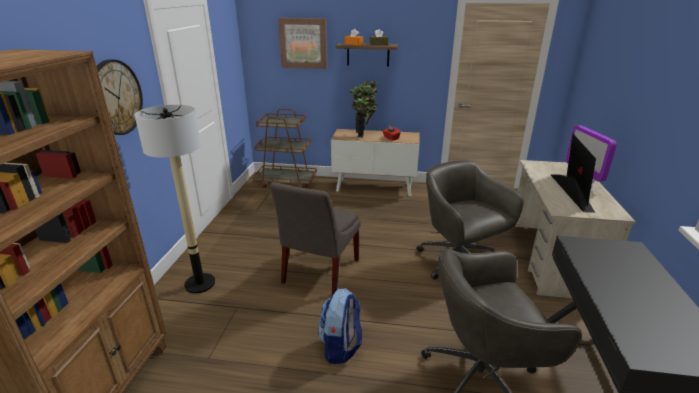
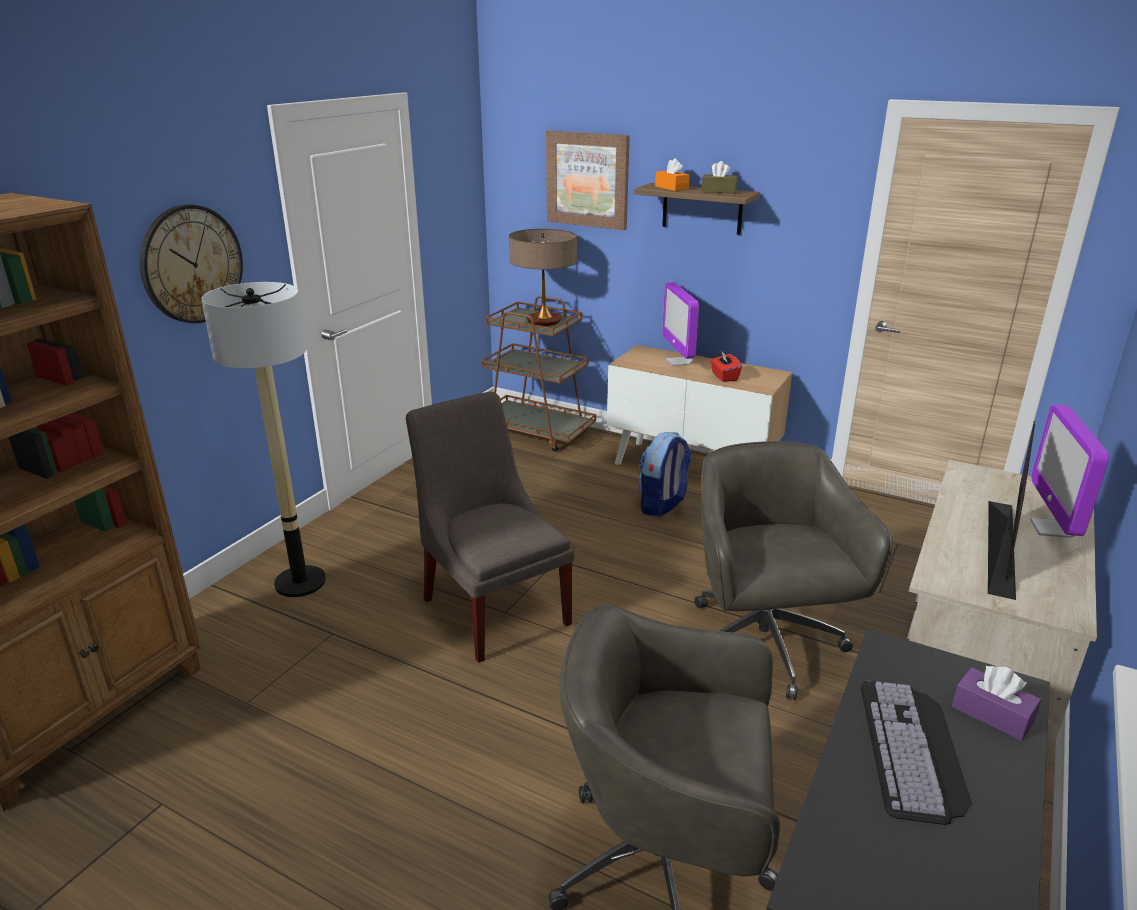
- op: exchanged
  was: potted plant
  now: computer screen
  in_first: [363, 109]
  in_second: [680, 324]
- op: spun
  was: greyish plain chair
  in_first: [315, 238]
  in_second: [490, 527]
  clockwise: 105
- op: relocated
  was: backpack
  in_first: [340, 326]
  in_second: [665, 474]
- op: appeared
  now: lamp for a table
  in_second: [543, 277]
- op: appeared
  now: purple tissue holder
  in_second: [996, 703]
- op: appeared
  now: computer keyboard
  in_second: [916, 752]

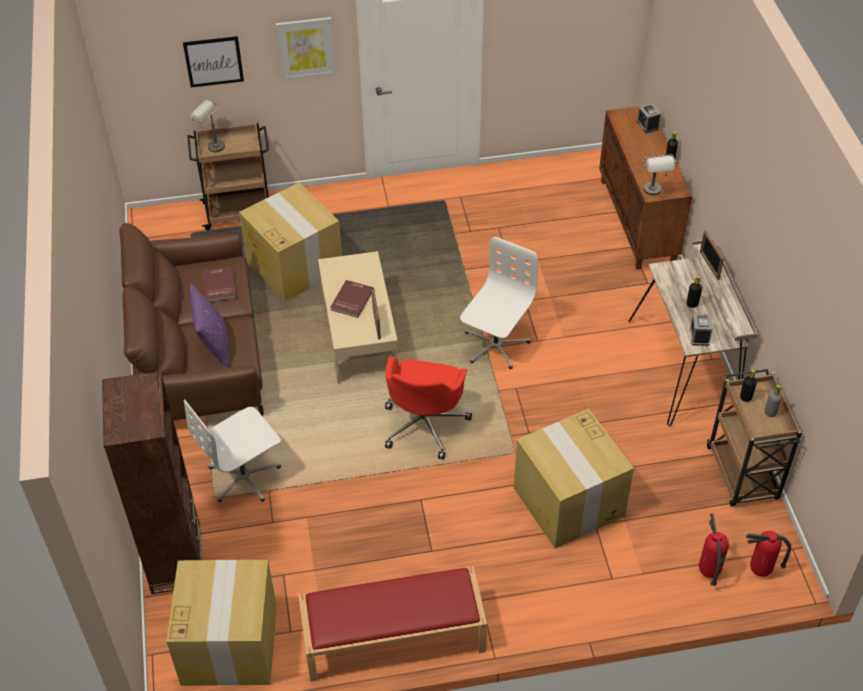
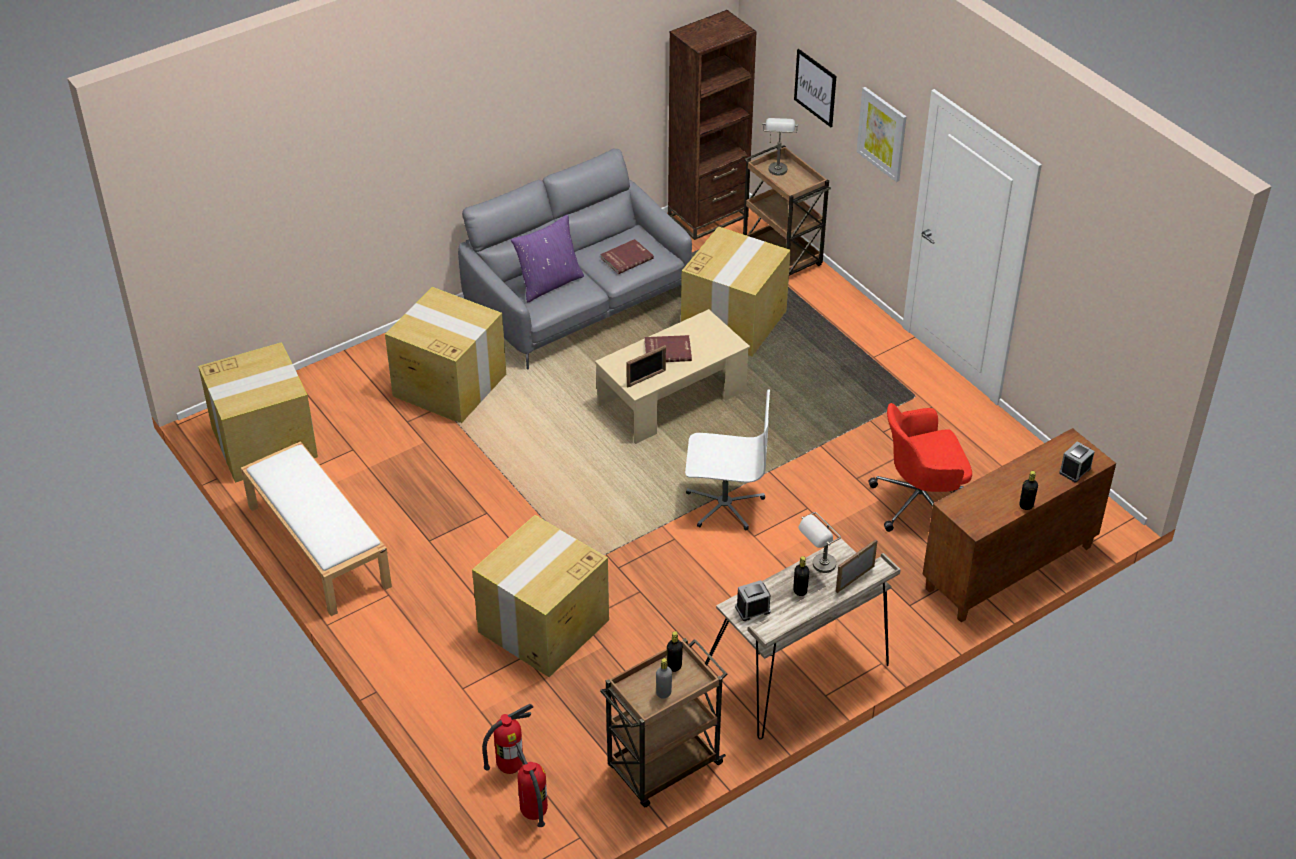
- op: relocated
  was: greyish lamp for a table
  in_first: [659, 174]
  in_second: [819, 542]
- op: colour
  was: brown sofa
  now: greyish sofa
  in_first: [192, 321]
  in_second: [575, 259]
- op: relocated
  was: reddish desk chair
  in_first: [428, 408]
  in_second: [920, 467]
- op: relocated
  was: brown shelving unit
  in_first: [152, 482]
  in_second: [712, 125]
- op: exchanged
  was: white desk chair
  now: cardboard box
  in_first: [232, 451]
  in_second: [445, 355]
- op: colour
  was: reddish indoor bench
  now: white indoor bench
  in_first: [392, 624]
  in_second: [316, 528]

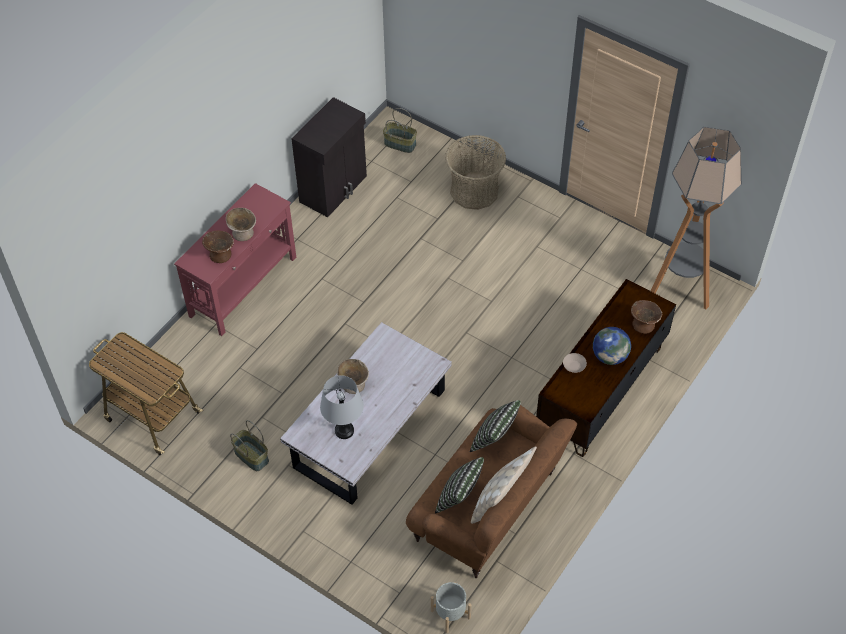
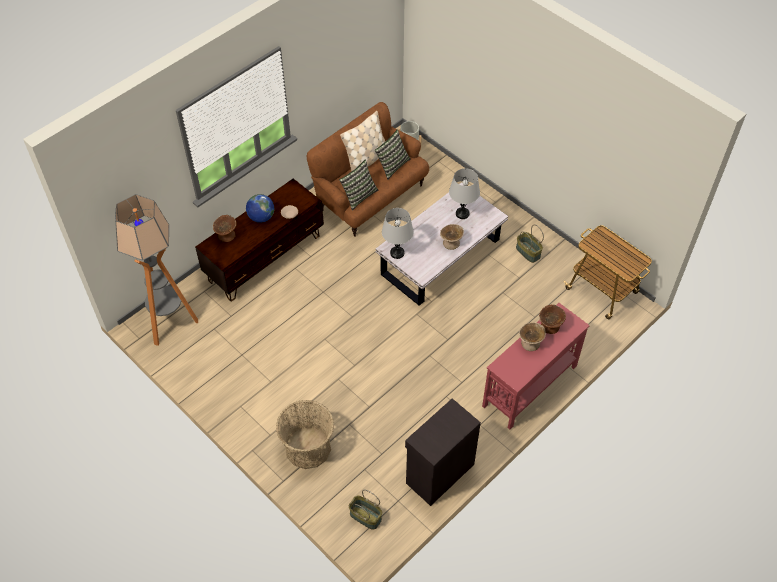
- op: appeared
  now: greyish lamp for a table
  in_second: [398, 233]

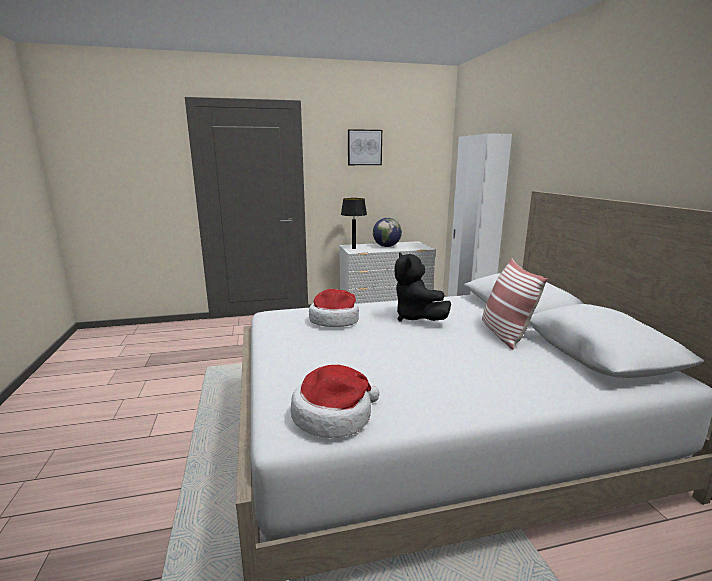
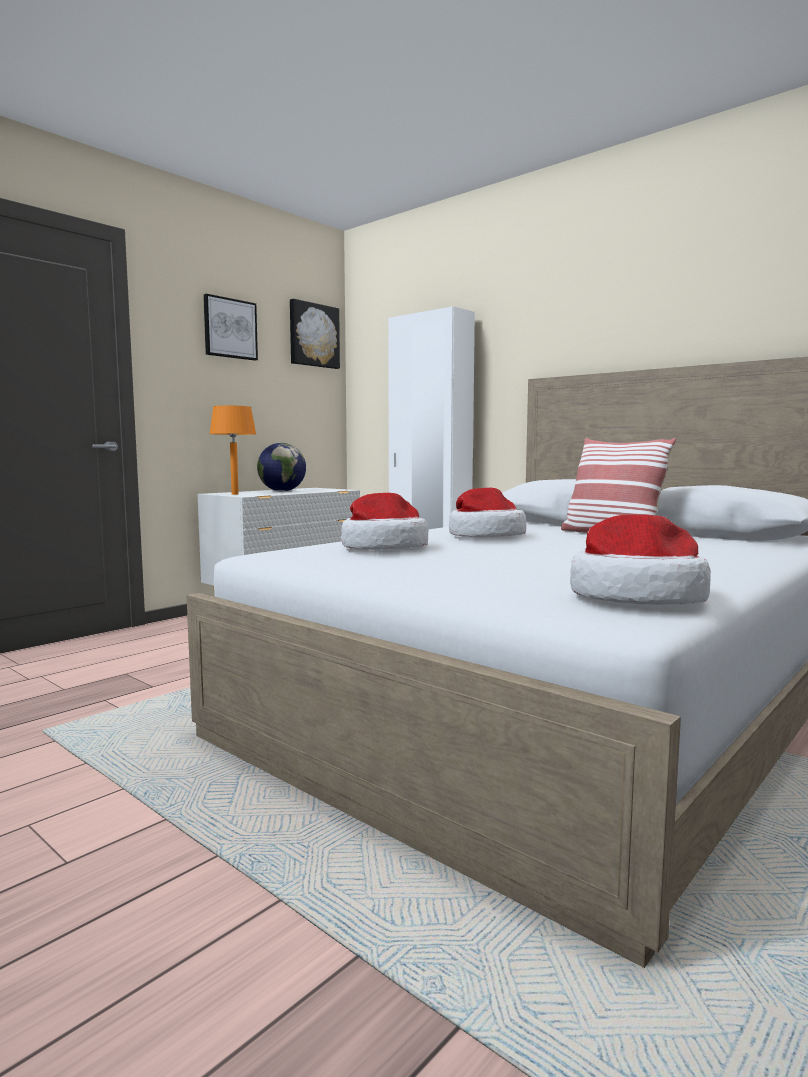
- op: colour
  was: blackish lamp for a table
  now: orange-coloured lamp for a table
  in_first: [354, 223]
  in_second: [232, 450]
- op: exchanged
  was: blackish plush toy
  now: clothing hat
  in_first: [422, 287]
  in_second: [487, 512]
- op: appeared
  now: picture
  in_second: [315, 334]

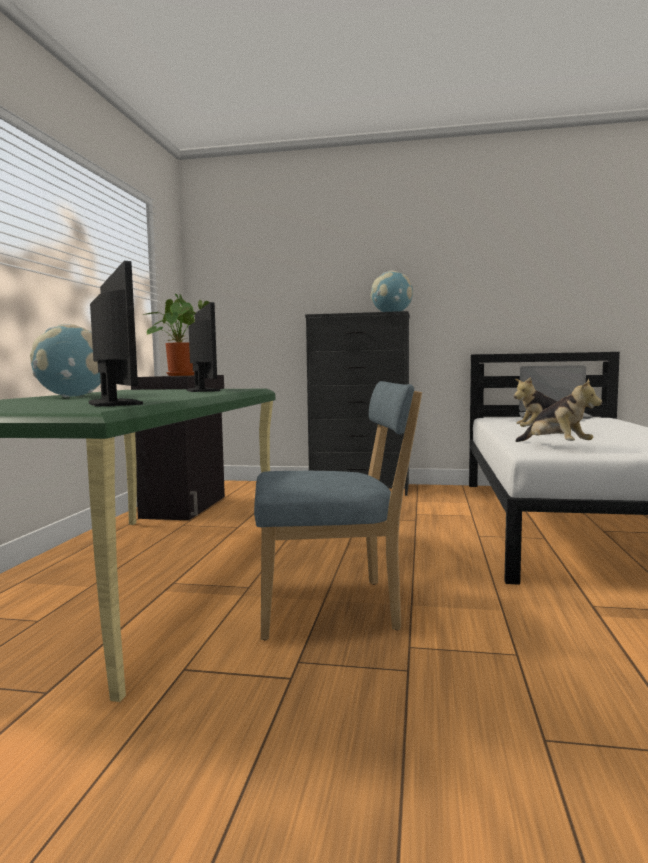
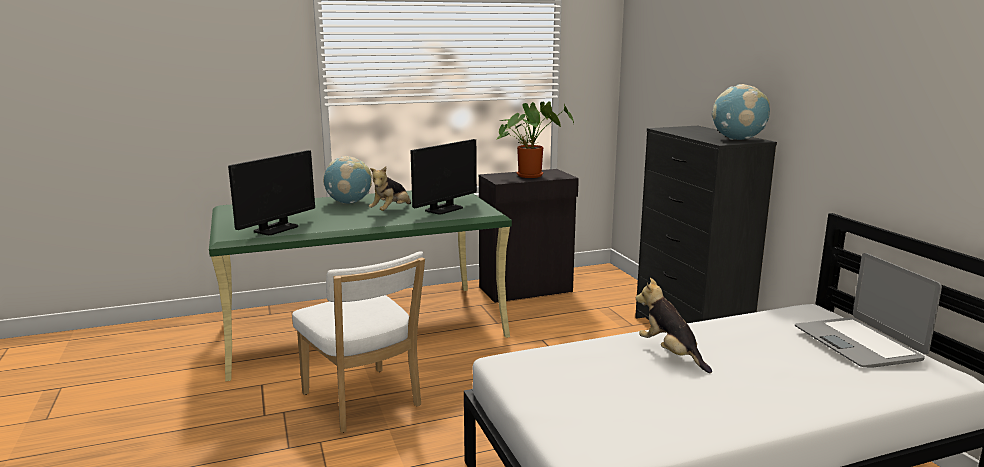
- op: relocated
  was: plush toy
  in_first: [559, 410]
  in_second: [390, 189]
- op: colour
  was: blue-coloured plain chair
  now: white plain chair
  in_first: [338, 510]
  in_second: [358, 342]

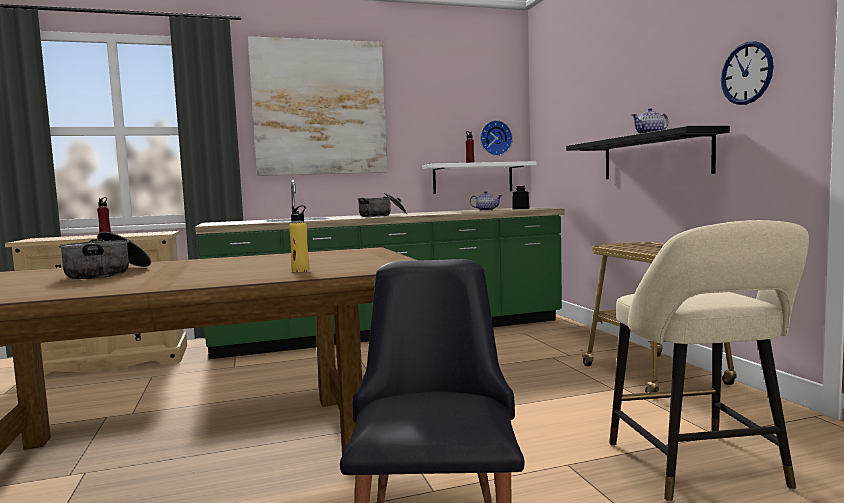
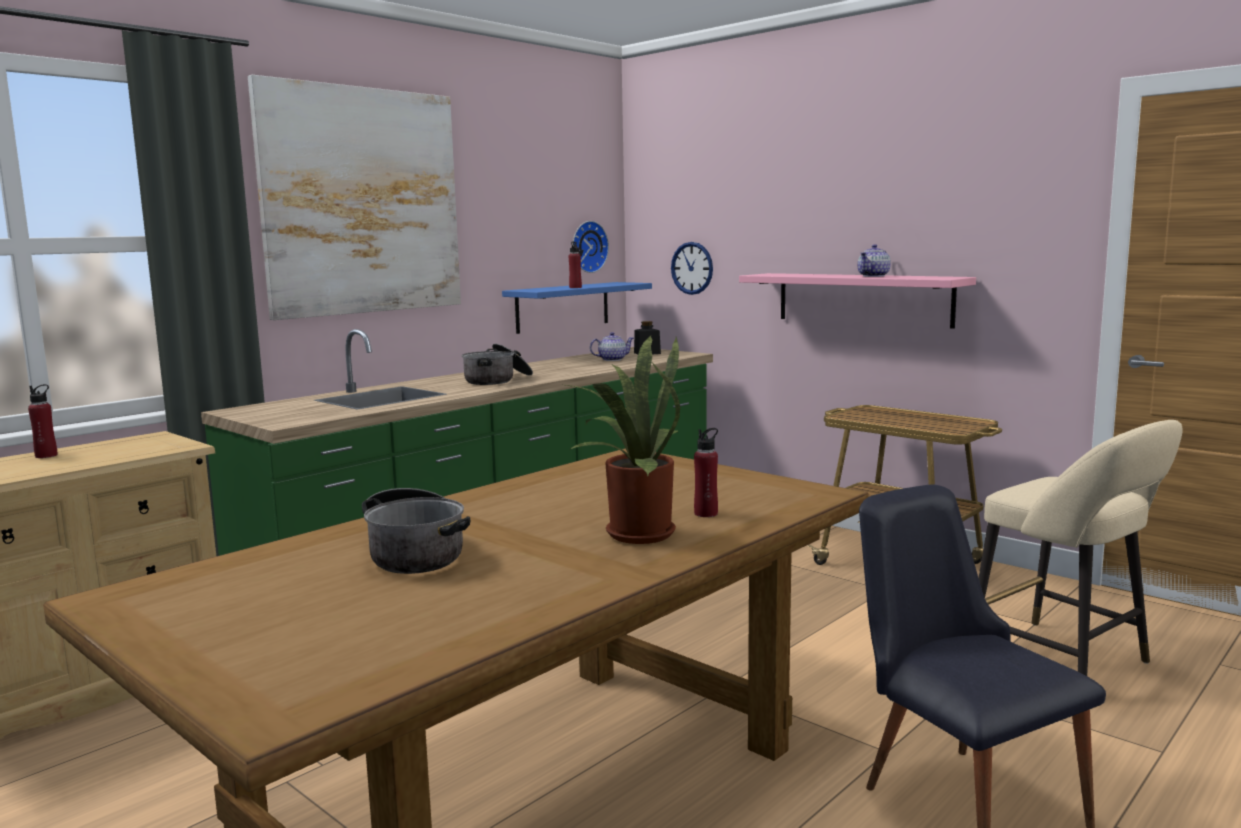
- op: relocated
  was: hanging clock
  in_first: [747, 73]
  in_second: [692, 268]
- op: colour
  was: blackish shelf
  now: pink-coloured shelf
  in_first: [648, 152]
  in_second: [857, 301]
- op: colour
  was: white shelf
  now: blue-coloured shelf
  in_first: [479, 177]
  in_second: [577, 308]
- op: colour
  was: yellow-coloured drink bottle
  now: reddish drink bottle
  in_first: [299, 238]
  in_second: [706, 472]
- op: appeared
  now: potted plant
  in_second: [623, 439]

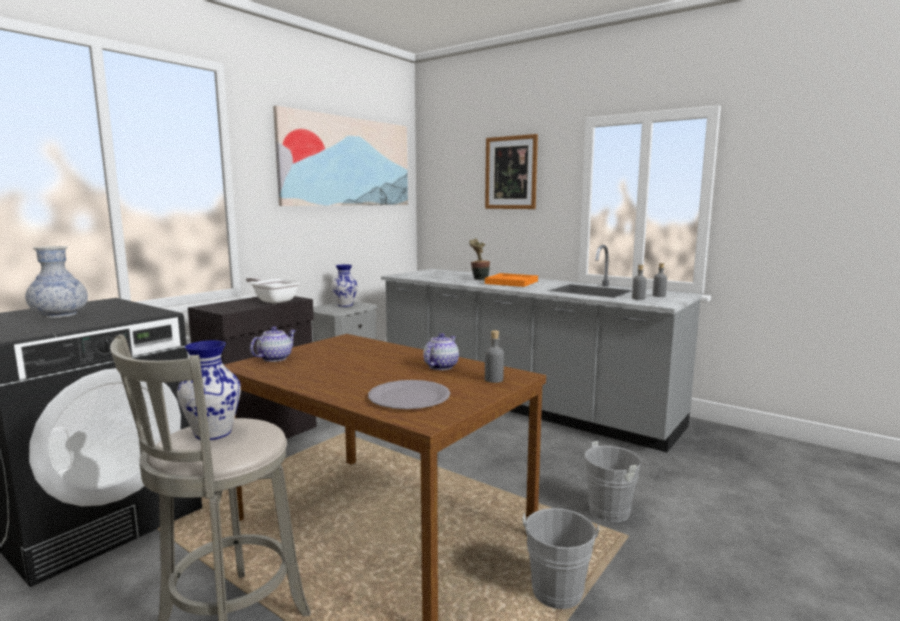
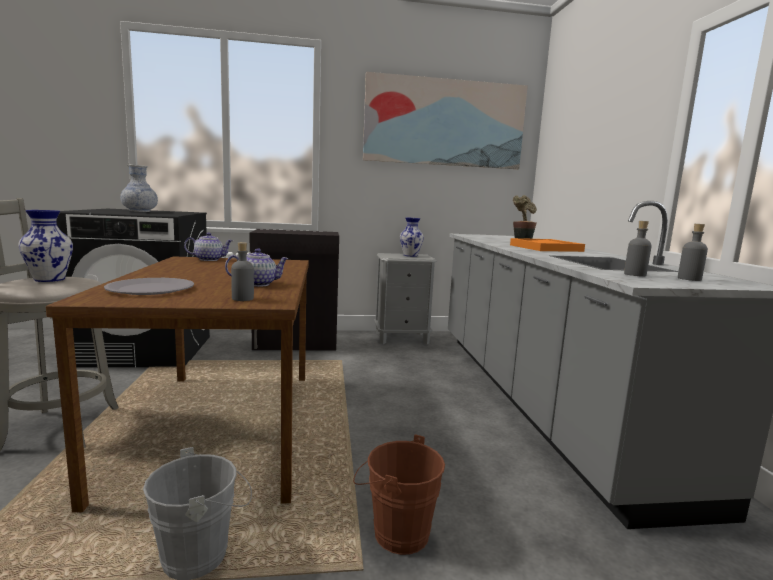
- op: missing
  was: picture
  in_first: [511, 171]
- op: missing
  was: pan
  in_first: [273, 290]
- op: colour
  was: greyish bucket
  now: brown bucket
  in_first: [607, 481]
  in_second: [399, 494]

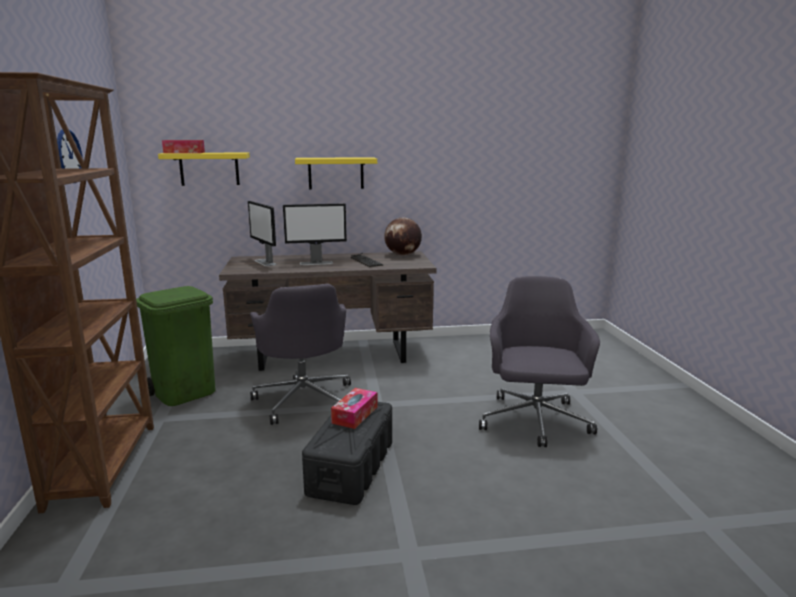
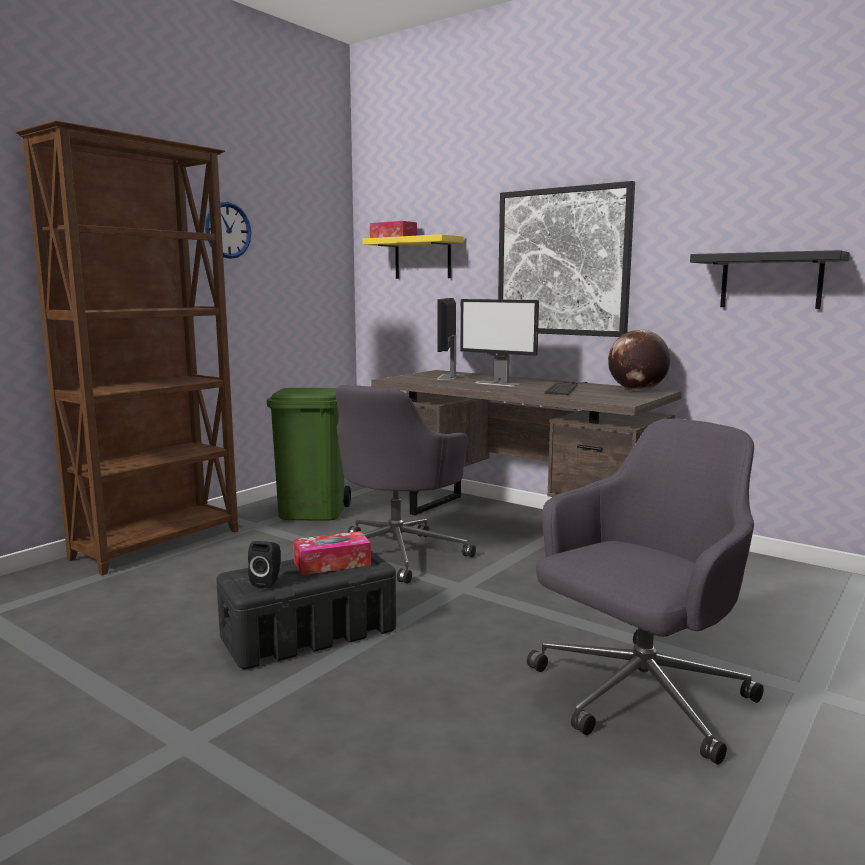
- op: exchanged
  was: yellow-coloured shelf
  now: picture
  in_first: [336, 173]
  in_second: [566, 259]
- op: appeared
  now: blackish shelf
  in_second: [770, 279]
- op: appeared
  now: blackish loudspeaker
  in_second: [264, 564]

